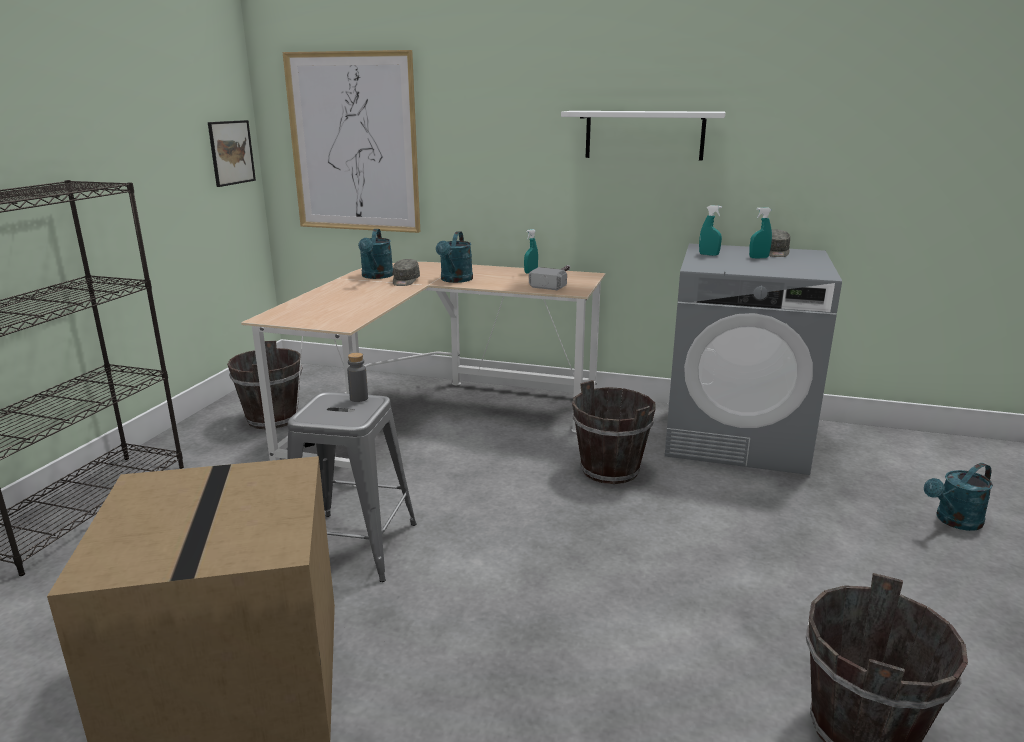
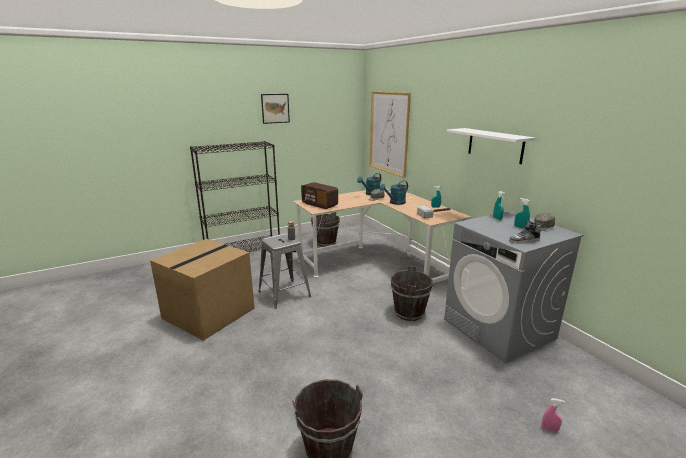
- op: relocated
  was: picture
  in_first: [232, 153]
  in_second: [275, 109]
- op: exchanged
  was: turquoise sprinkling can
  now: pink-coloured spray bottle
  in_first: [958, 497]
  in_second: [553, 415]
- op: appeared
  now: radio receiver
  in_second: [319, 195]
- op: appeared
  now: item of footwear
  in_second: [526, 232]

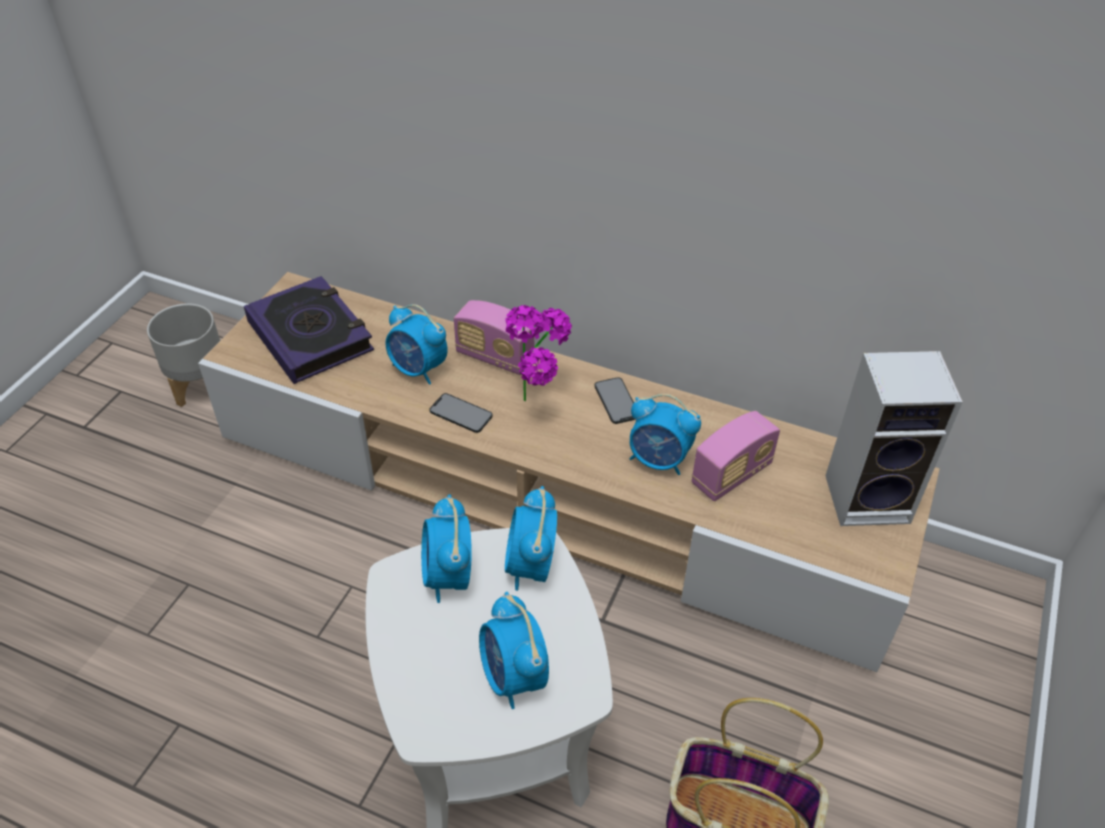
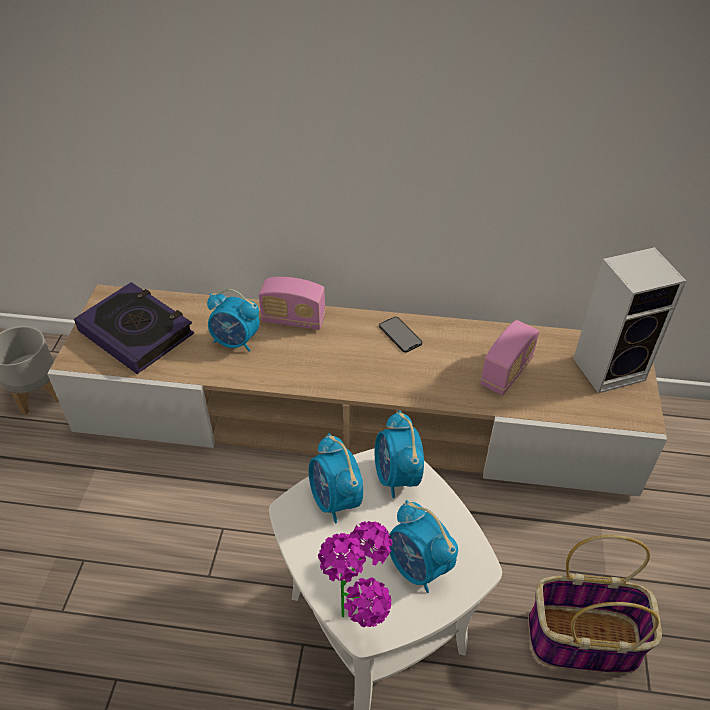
- op: relocated
  was: potted plant
  in_first: [538, 353]
  in_second: [355, 574]
- op: missing
  was: telephone
  in_first: [461, 413]
- op: missing
  was: alarm clock
  in_first: [665, 434]

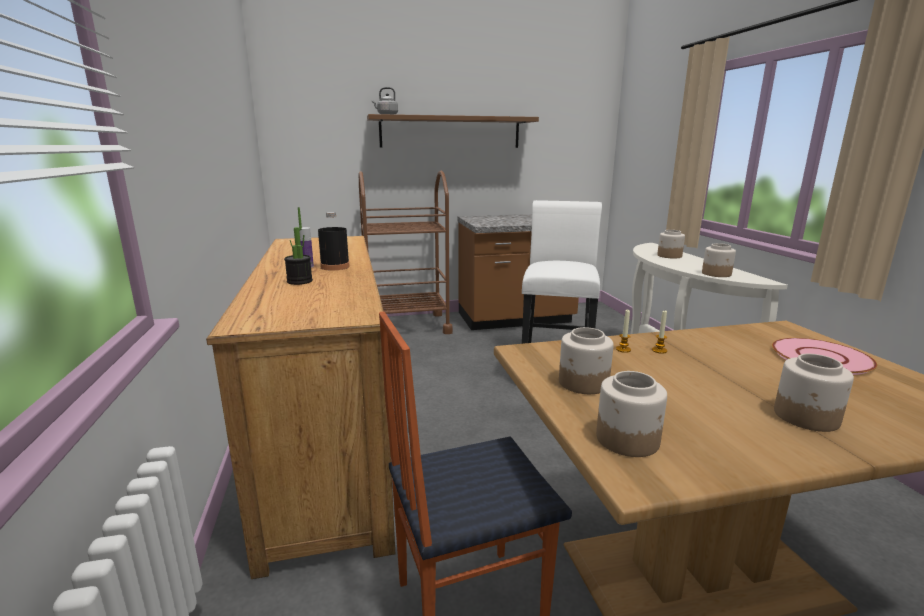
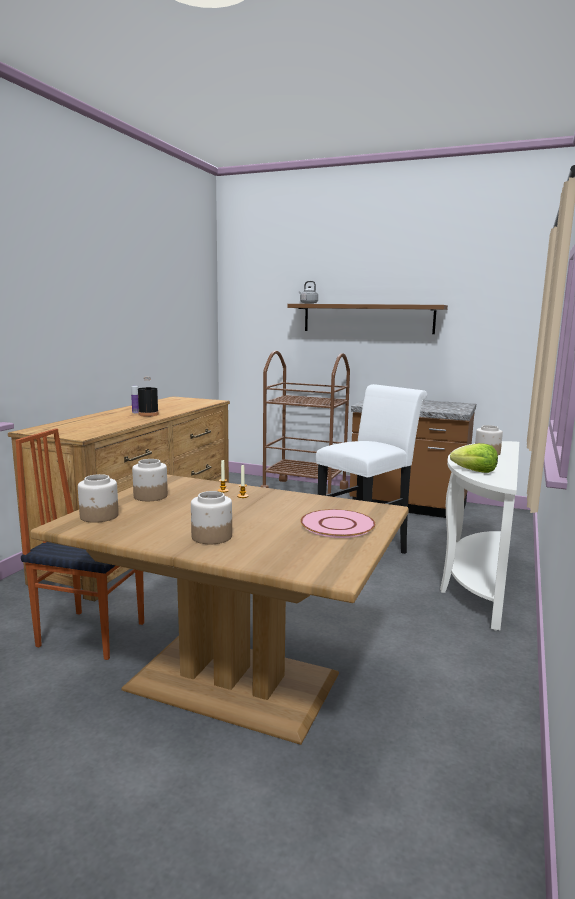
- op: missing
  was: potted plant
  in_first: [298, 246]
- op: exchanged
  was: storage jar
  now: lettuce head
  in_first: [719, 260]
  in_second: [474, 458]

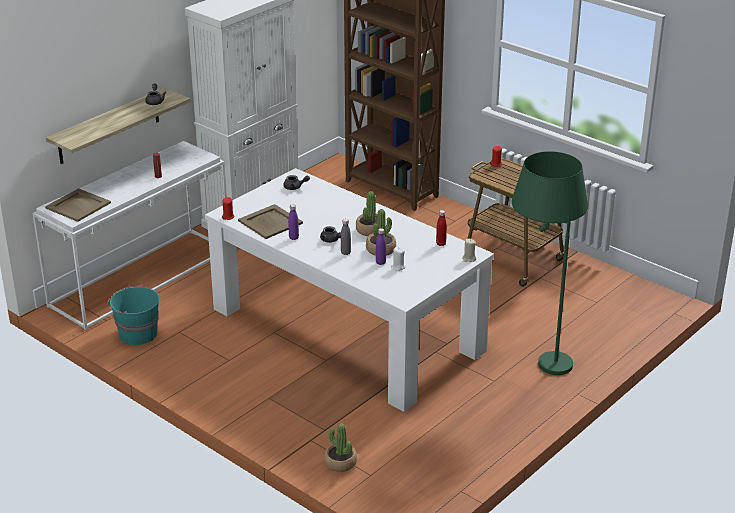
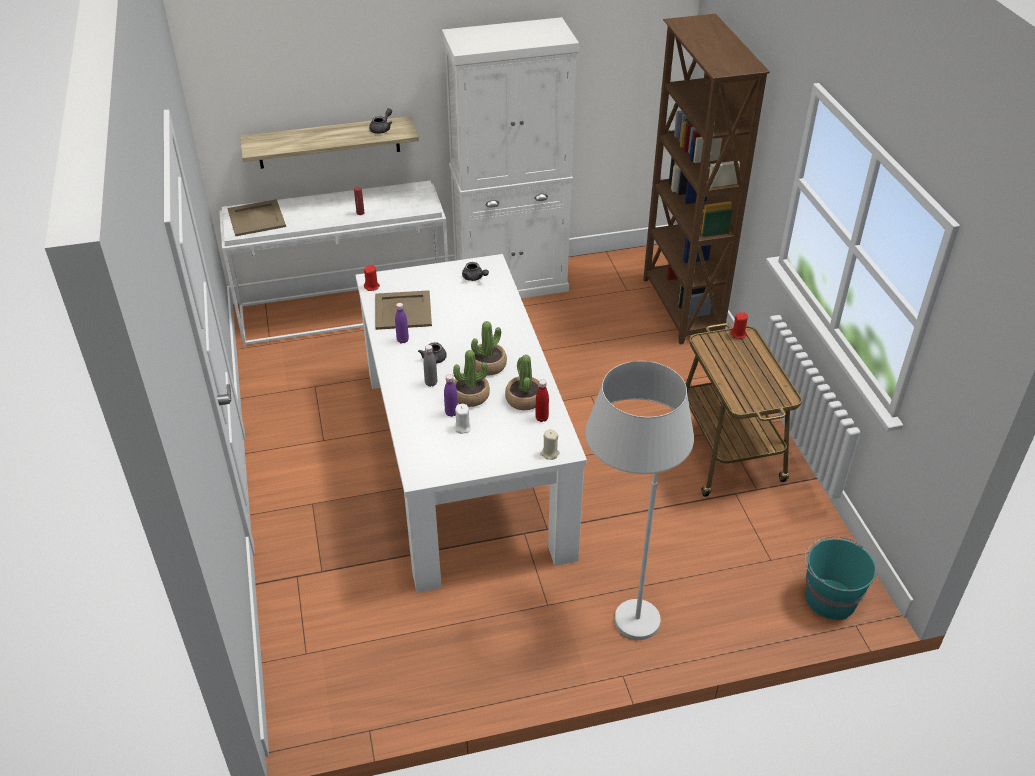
- op: colour
  was: green floor lamp
  now: white floor lamp
  in_first: [550, 263]
  in_second: [639, 500]
- op: relocated
  was: turquoise bucket
  in_first: [133, 315]
  in_second: [840, 578]
- op: relocated
  was: potted plant
  in_first: [340, 448]
  in_second: [522, 382]

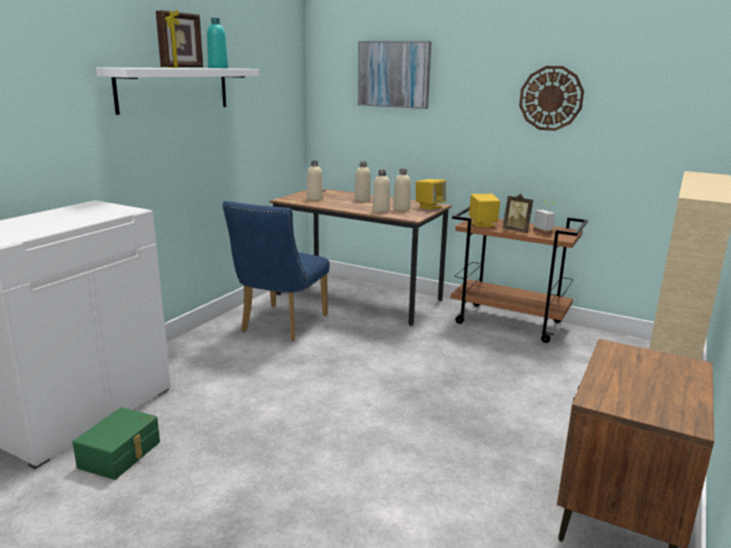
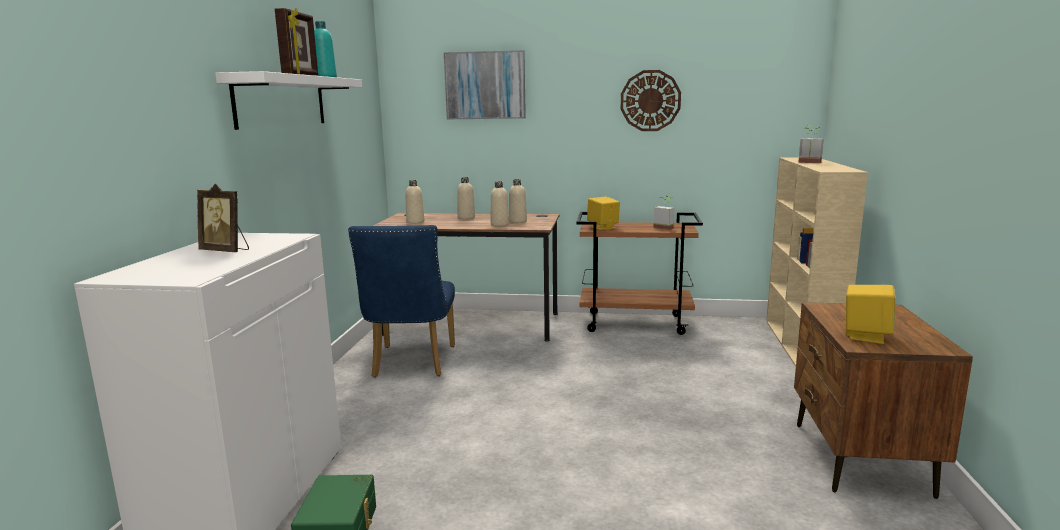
- op: relocated
  was: yellow-coloured loudspeaker
  in_first: [431, 194]
  in_second: [871, 314]
- op: relocated
  was: picture frame
  in_first: [518, 213]
  in_second: [223, 218]
- op: appeared
  now: potted plant
  in_second: [811, 144]

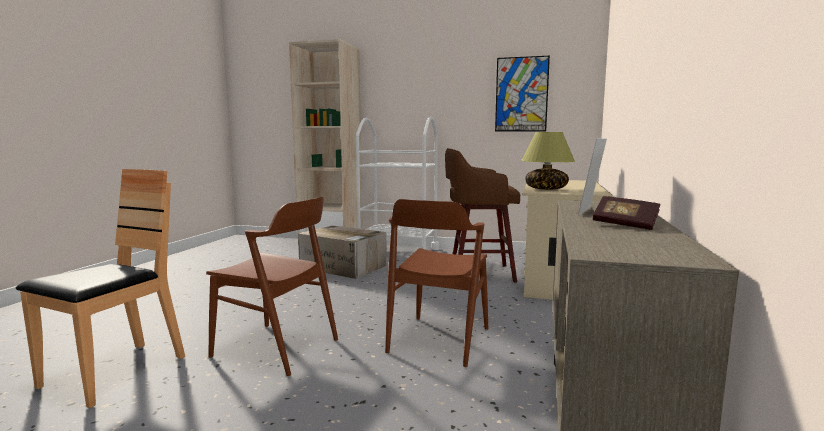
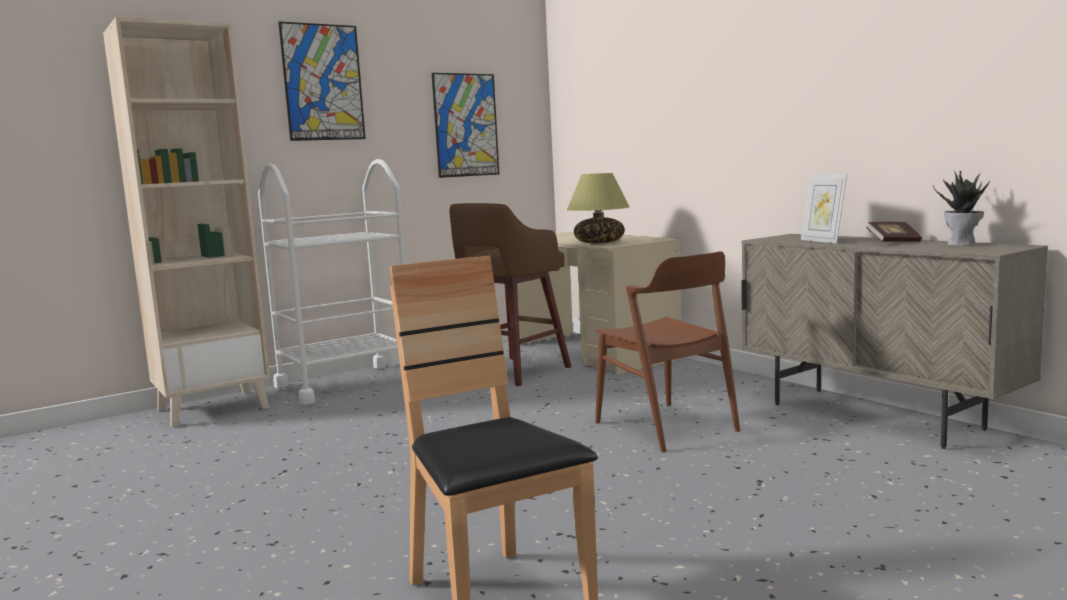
- op: missing
  was: brown plain chair
  in_first: [272, 286]
- op: missing
  was: cardboard box
  in_first: [342, 252]
- op: appeared
  now: picture
  in_second: [322, 81]
- op: appeared
  now: potted plant
  in_second: [961, 208]

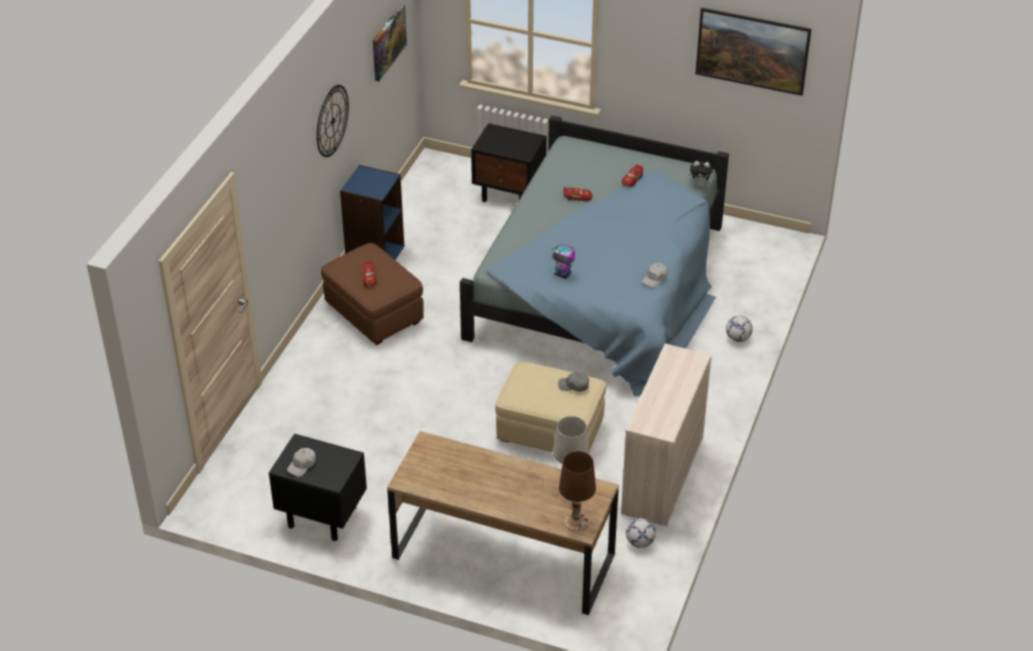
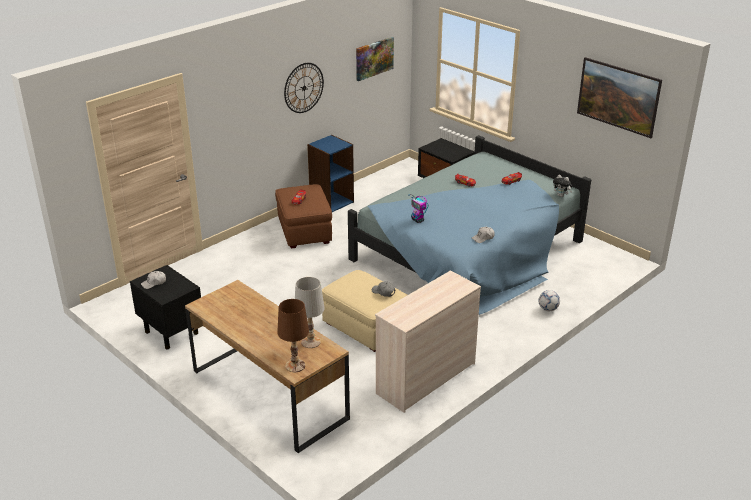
- op: missing
  was: ball for football
  in_first: [641, 533]

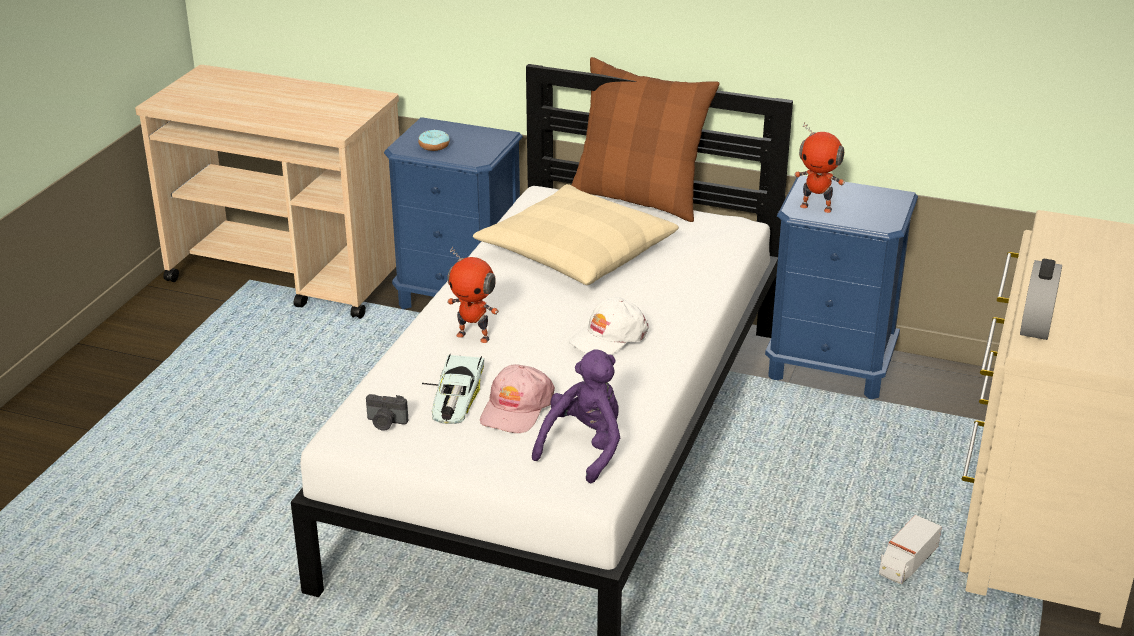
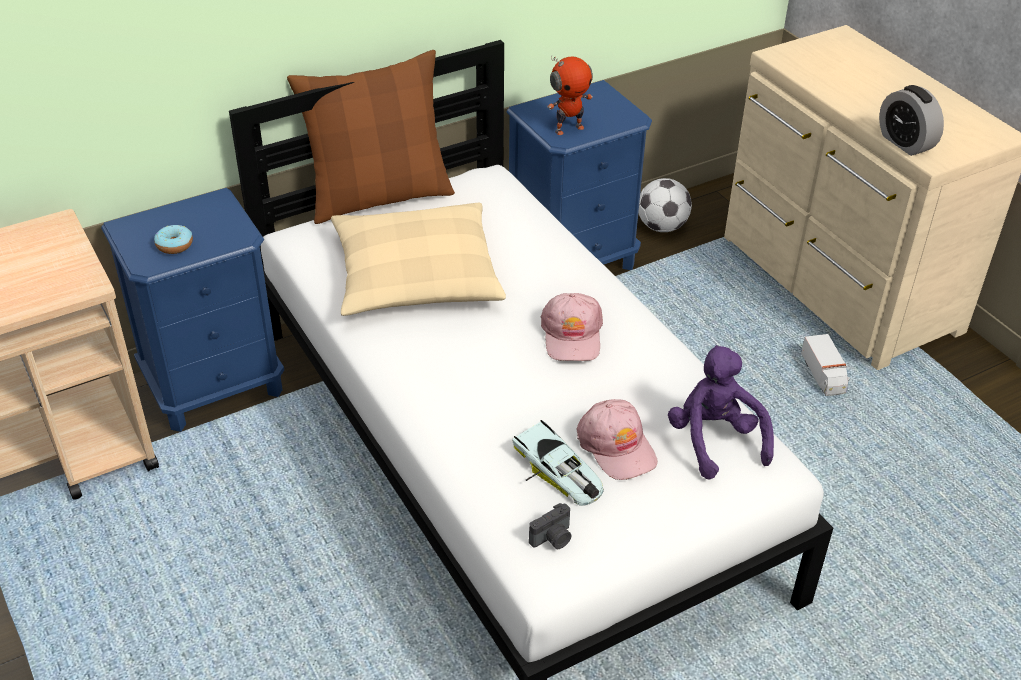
- op: missing
  was: toy robot
  in_first: [473, 295]
- op: colour
  was: white baseball cap
  now: pink-coloured baseball cap
  in_first: [609, 326]
  in_second: [571, 327]
- op: appeared
  now: ball for football
  in_second: [665, 205]

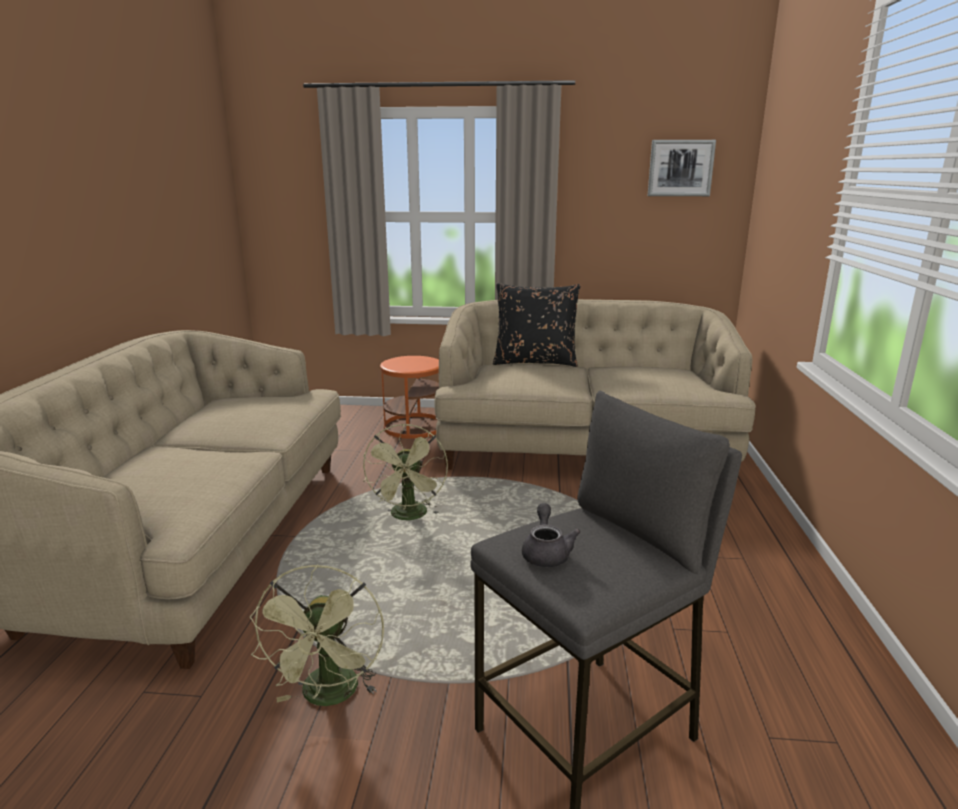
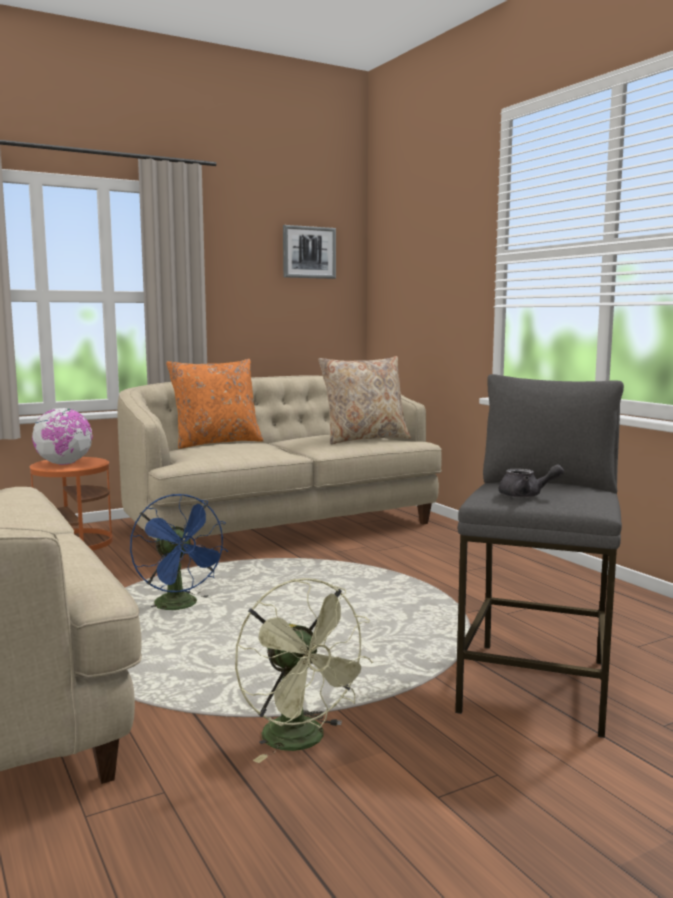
- op: colour
  was: blackish cushion
  now: orange-coloured cushion
  in_first: [537, 325]
  in_second: [215, 404]
- op: colour
  was: green fan
  now: blue-coloured fan
  in_first: [405, 472]
  in_second: [179, 552]
- op: spun
  was: greyish pot for tea
  in_first: [551, 535]
  in_second: [531, 481]
  clockwise: 135
- op: appeared
  now: sand-coloured cushion
  in_second: [364, 400]
- op: appeared
  now: world globe
  in_second: [62, 436]

